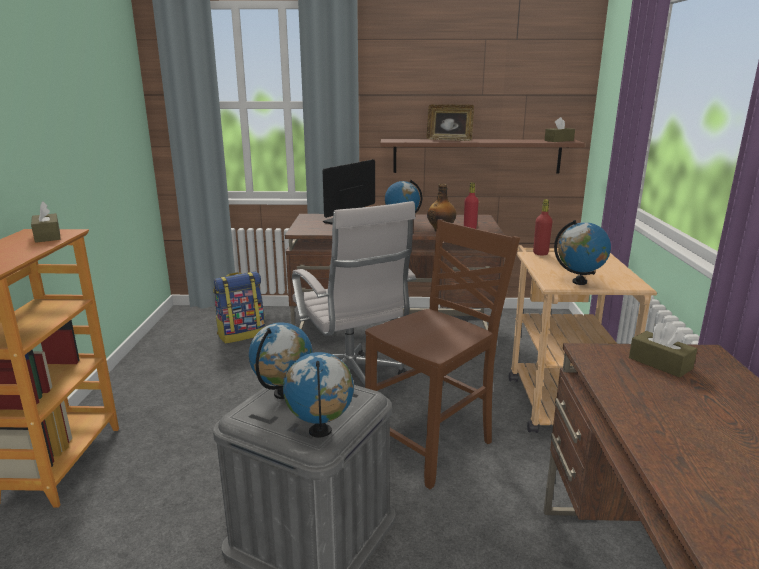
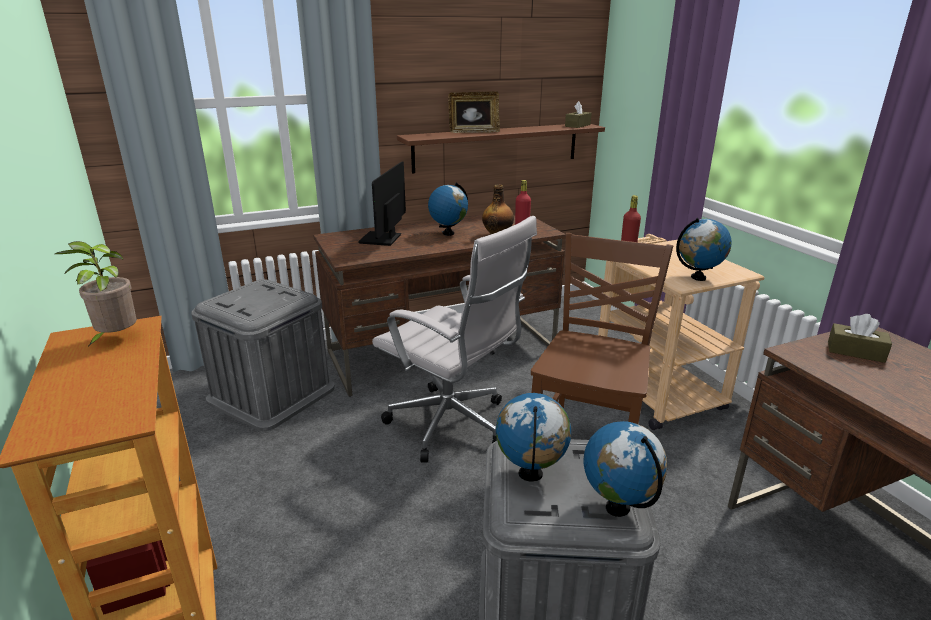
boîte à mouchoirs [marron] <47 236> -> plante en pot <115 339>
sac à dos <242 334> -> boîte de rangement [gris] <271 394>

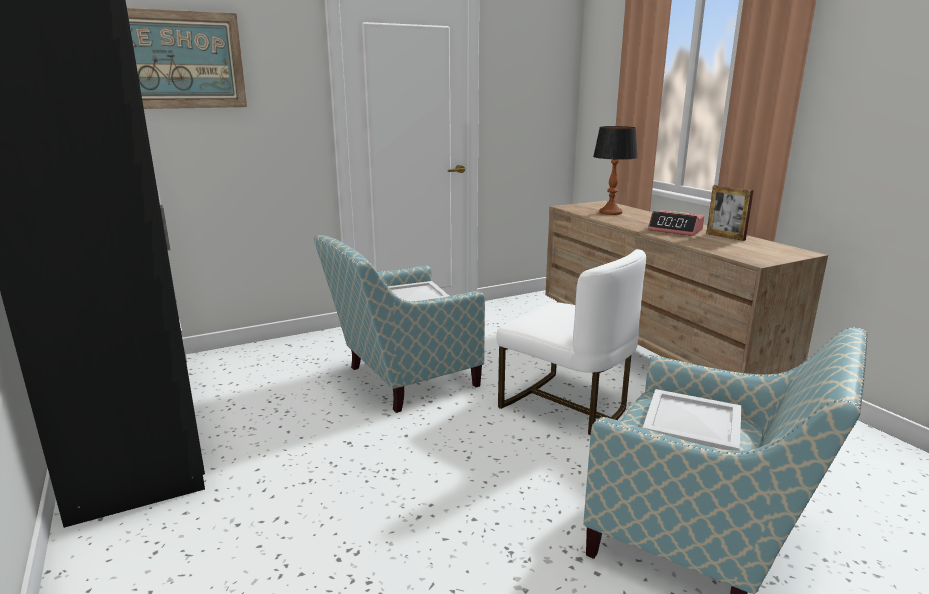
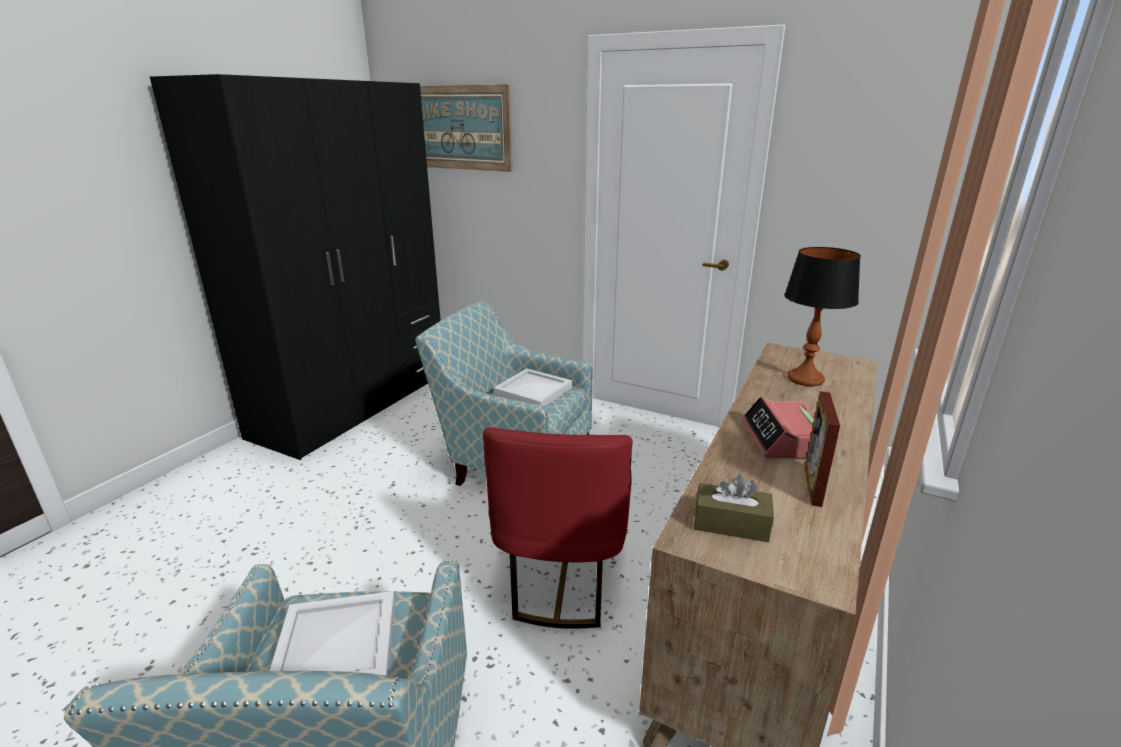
none -> boîte à mouchoirs [marron] <731 524>
chaise [blanc] <566 405> -> chaise [rouge] <562 577>

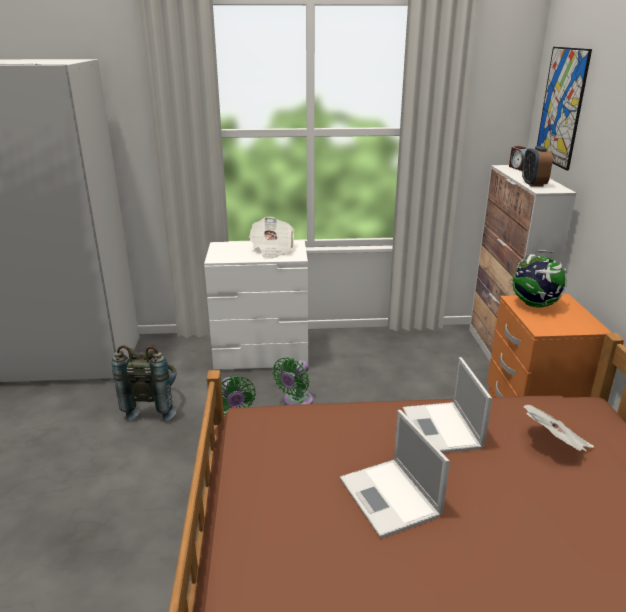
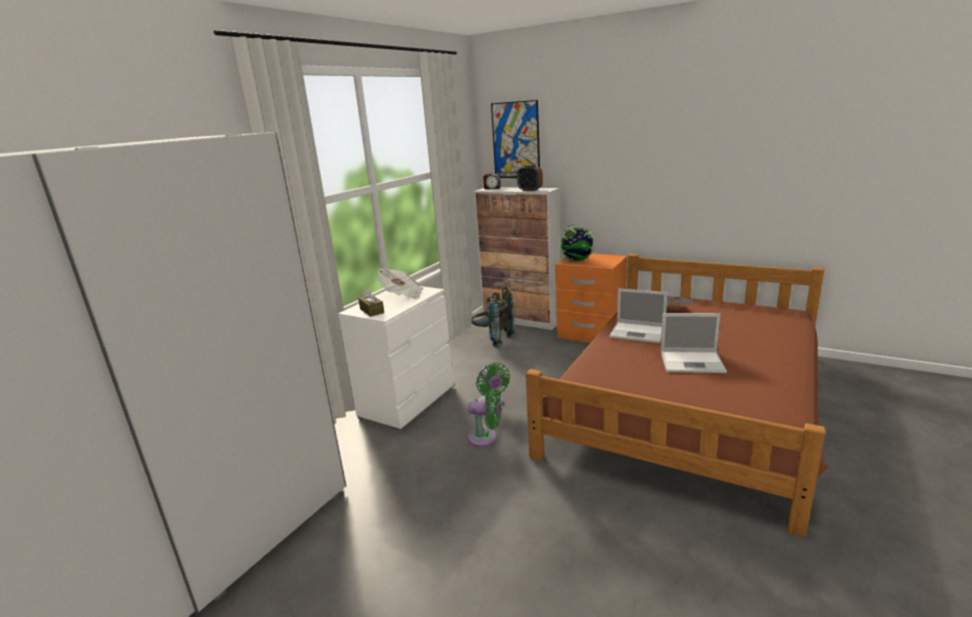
none -> boîte à mouchoirs [marron] <372 311>
sac à dos [gris] <153 406> -> sac à dos [gris] <492 339>, shifted

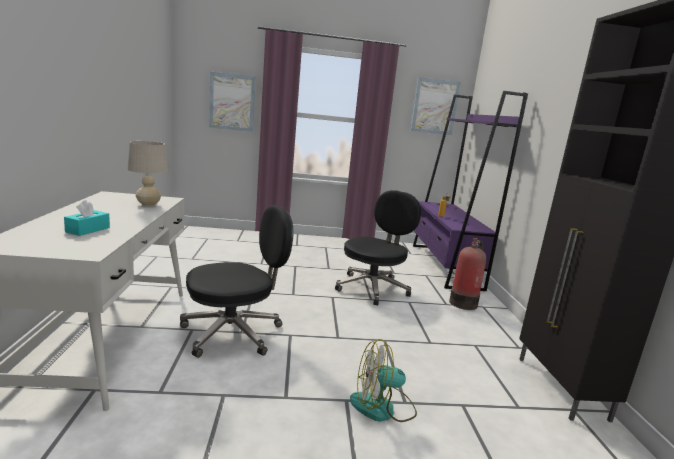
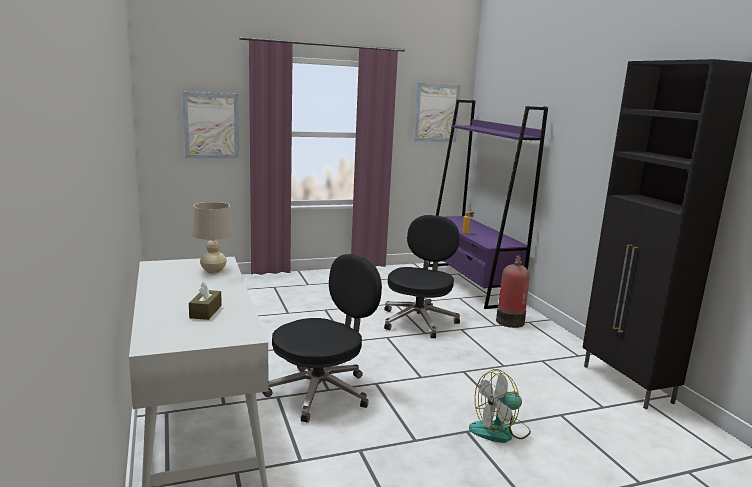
boîte à mouchoirs [turquoise] <88 230> -> boîte à mouchoirs [marron] <205 312>

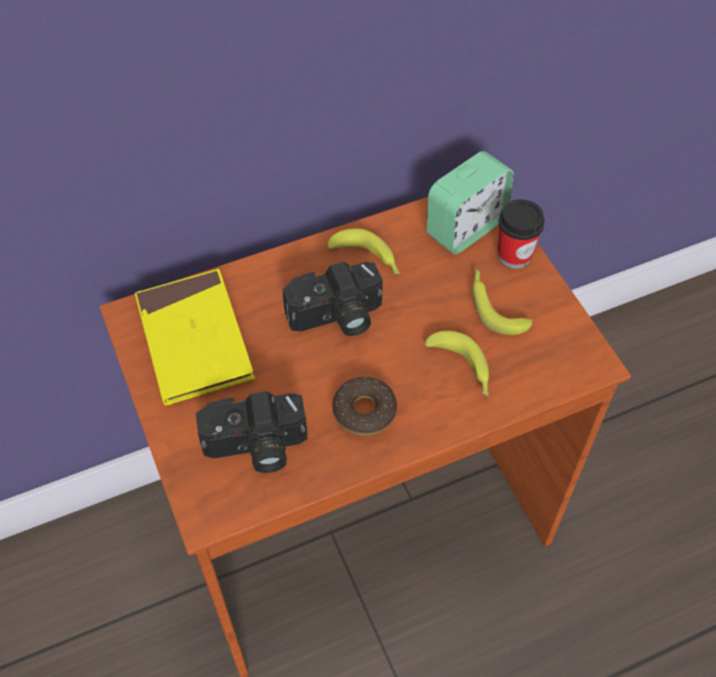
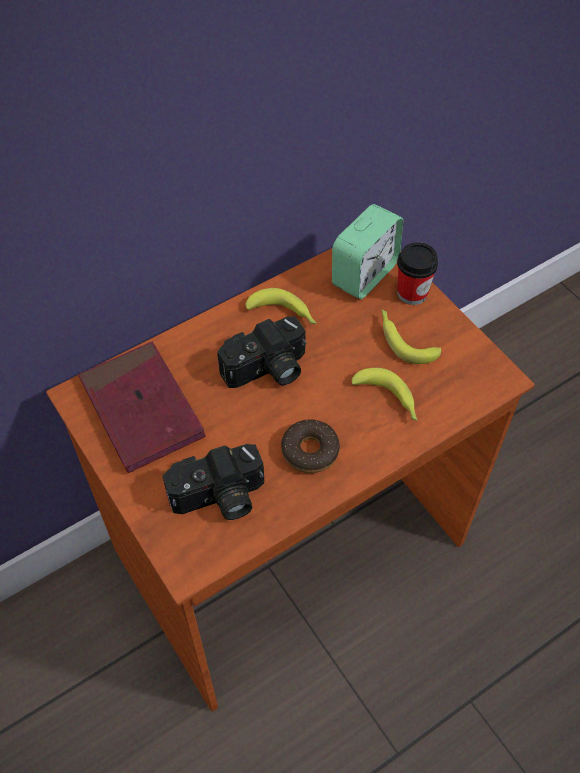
livre [jaune] <194 340> -> livre [rouge] <142 409>

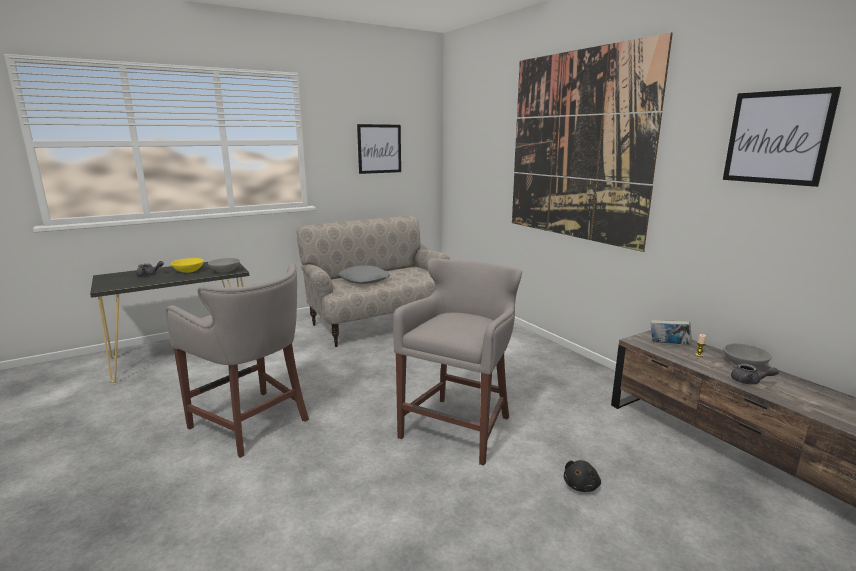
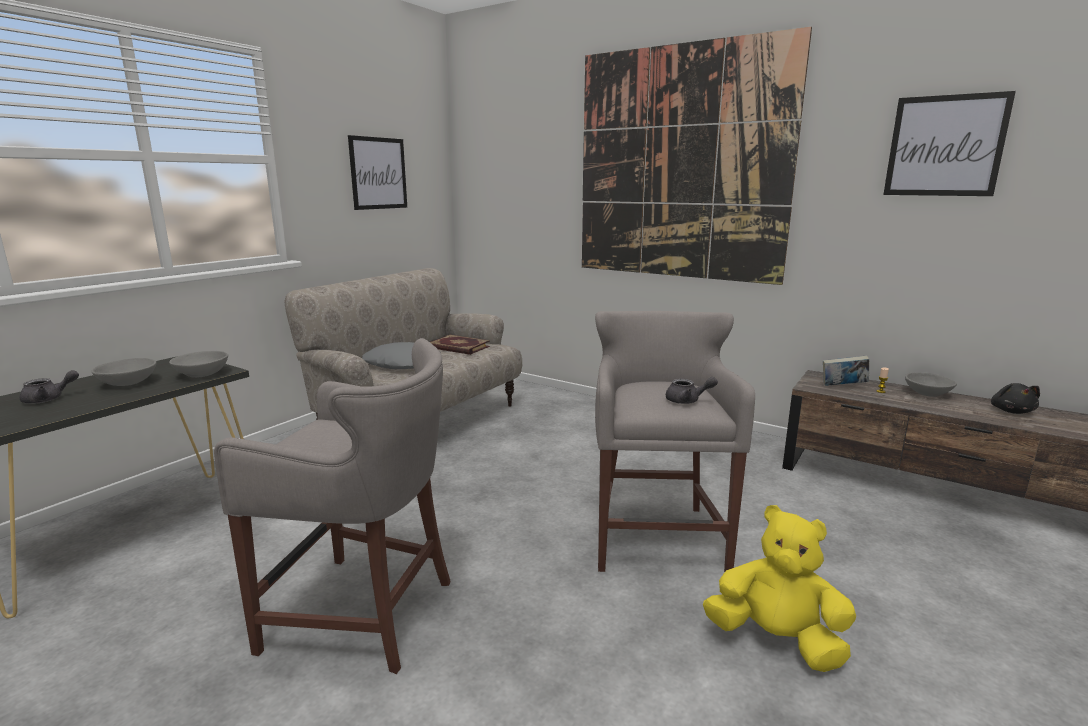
none -> livre <458 347>
none -> peluche [jaune] <776 640>
peluche [noir] <581 485> -> peluche [noir] <1011 411>, shifted
théière [gris] <749 382> -> théière [gris] <687 401>, shifted
bol [jaune] <188 271> -> bol [gris] <128 383>

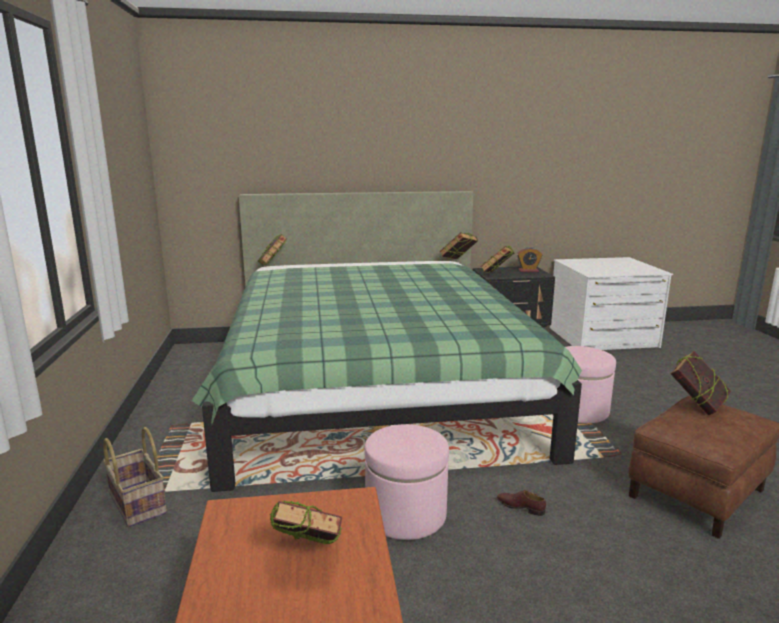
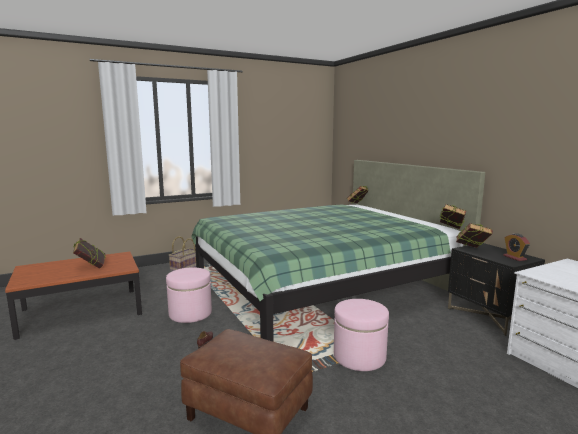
livre <696 406> -> none

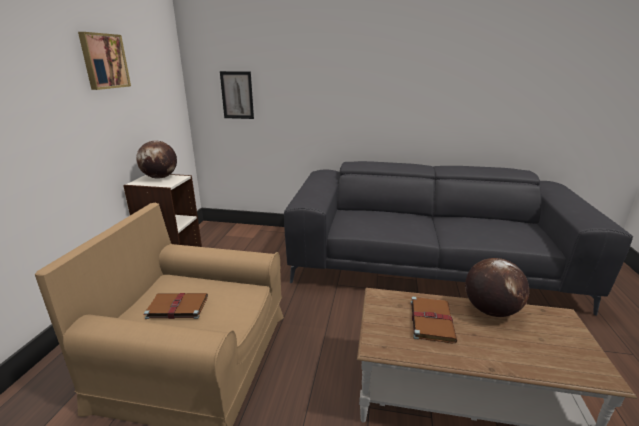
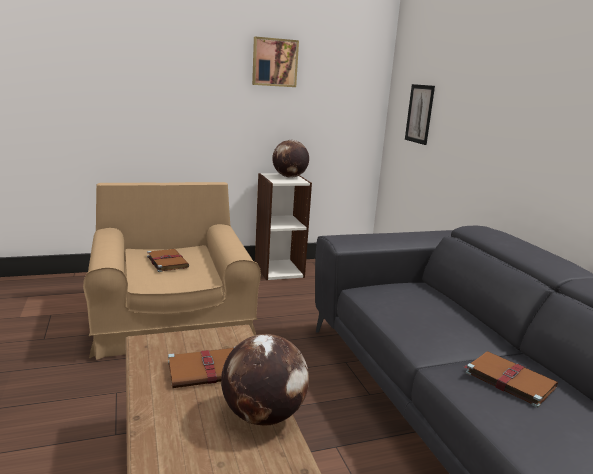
none -> livre [marron] <508 379>

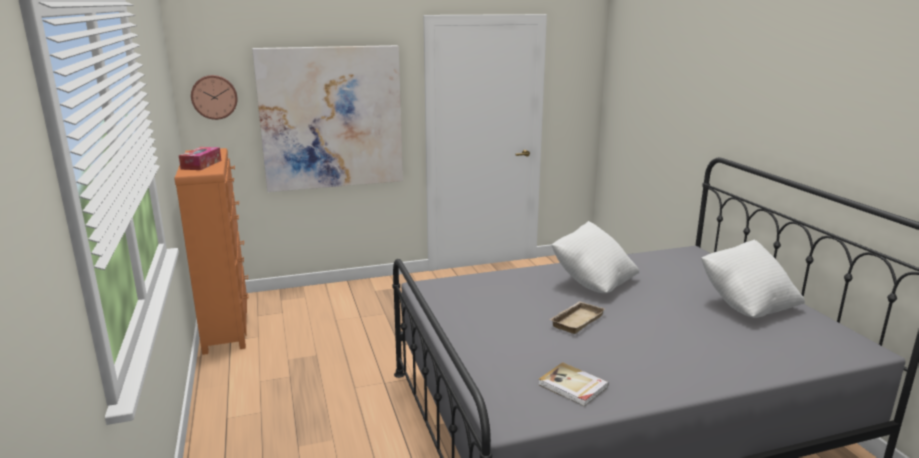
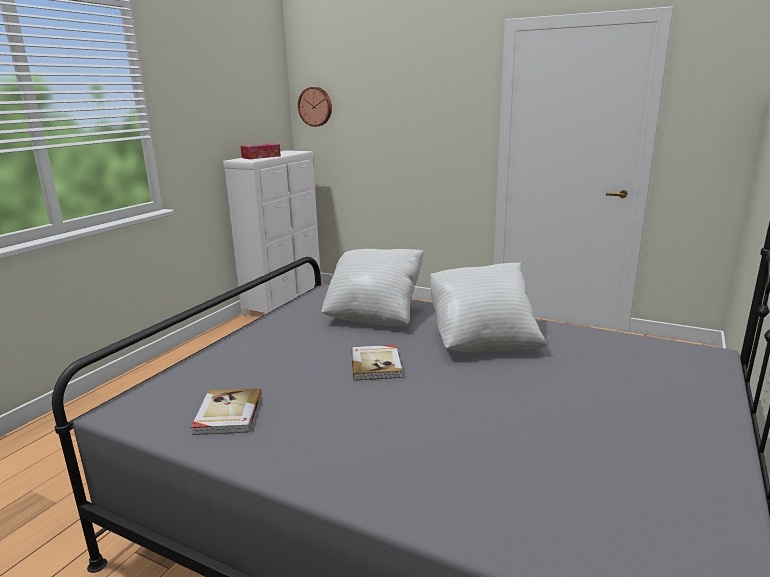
tableau <331 117> -> none
coussin [blanc] <746 305> -> coussin [blanc] <374 314>, shifted
plateau [beige] <576 320> -> livre <376 364>
commode [orange] <227 325> -> commode [blanc] <284 302>

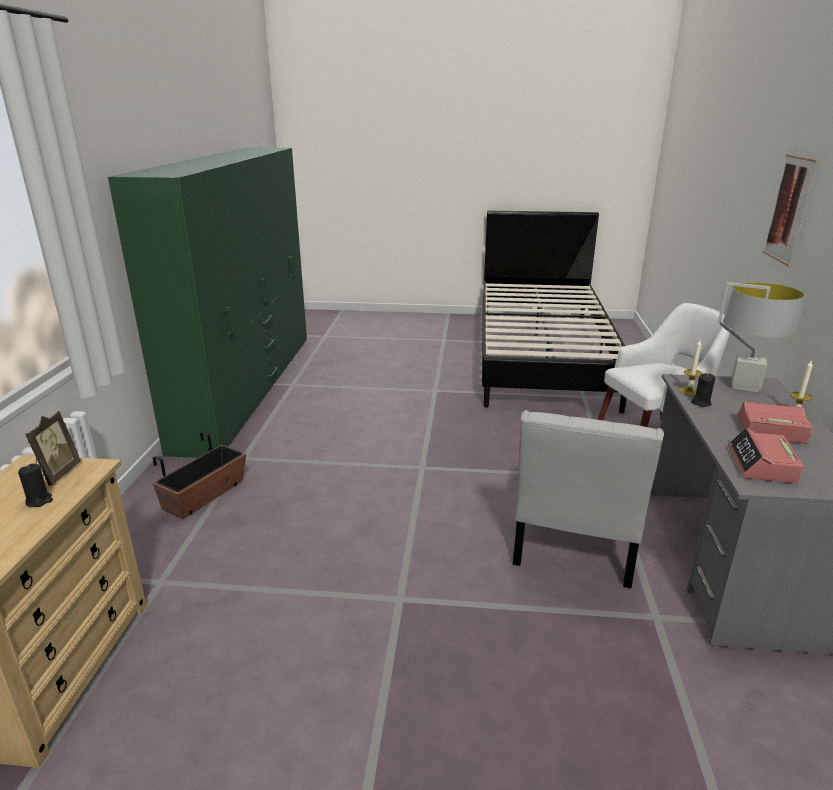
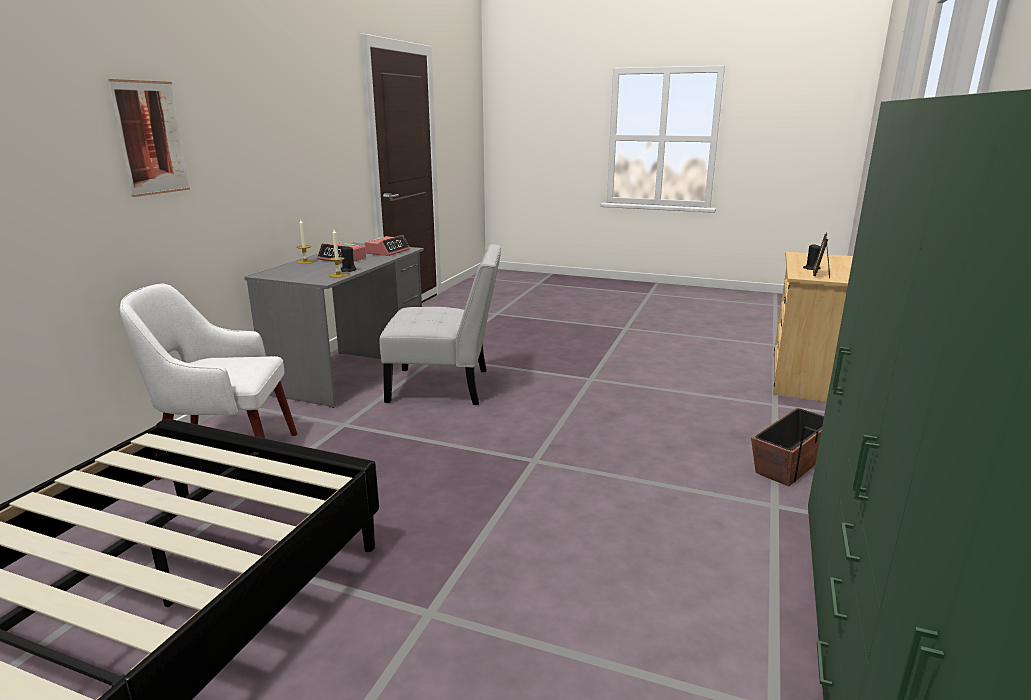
lampe de table [gris] <744 385> -> none
chaise [blanc] <573 546> -> chaise [blanc] <446 386>, 60 degrees clockwise

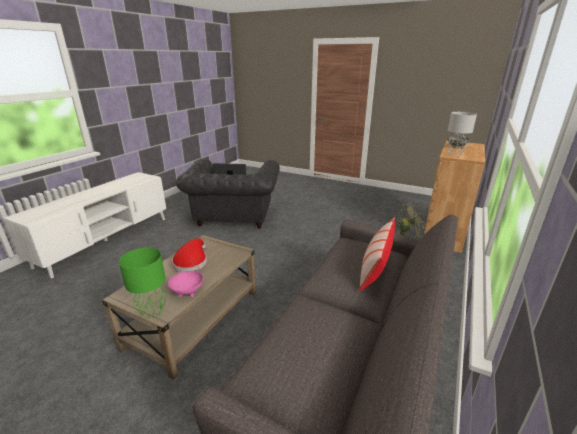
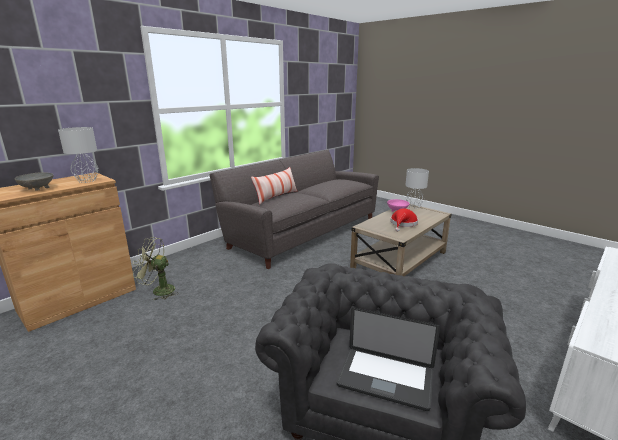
lampe de table [vert] <152 311> -> lampe de table [gris] <414 206>

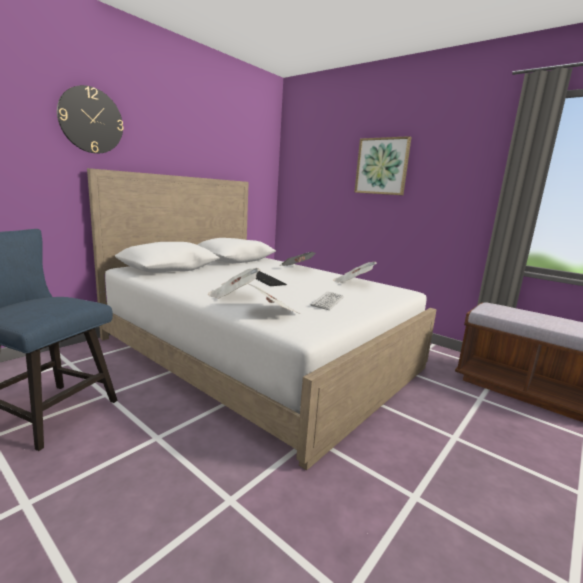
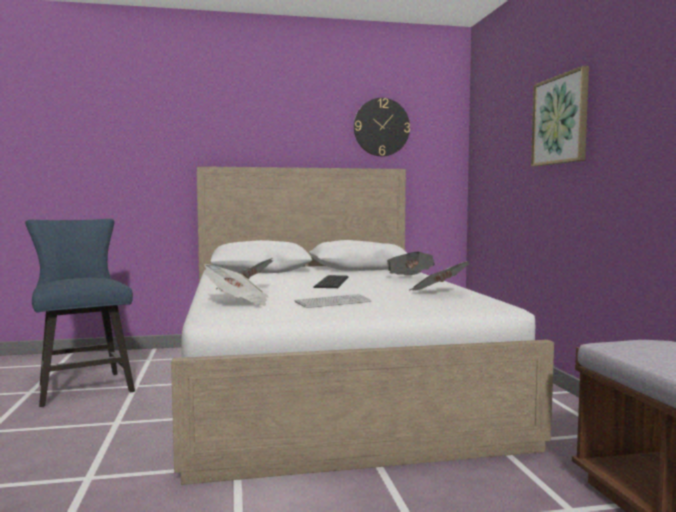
horloge murale <91 120> -> horloge murale <381 127>, shifted

